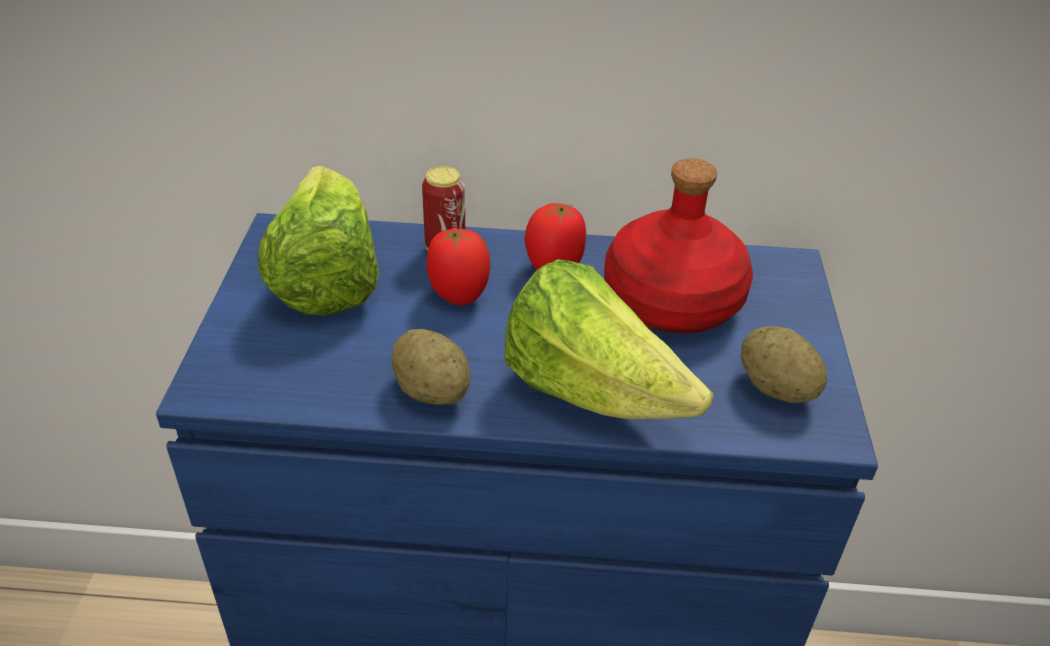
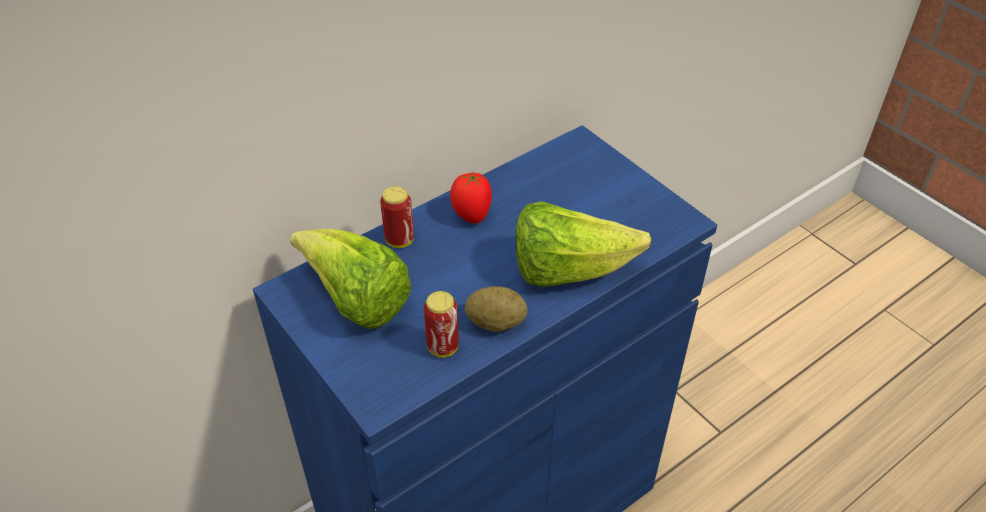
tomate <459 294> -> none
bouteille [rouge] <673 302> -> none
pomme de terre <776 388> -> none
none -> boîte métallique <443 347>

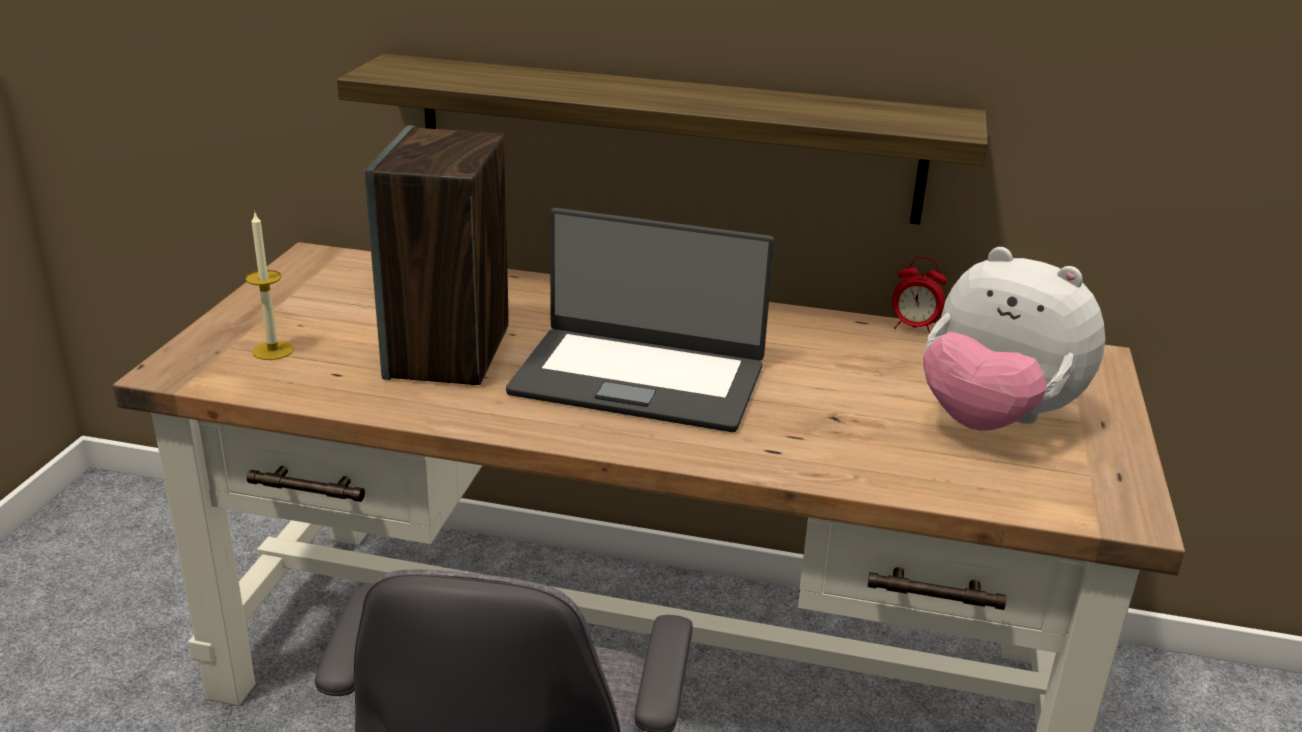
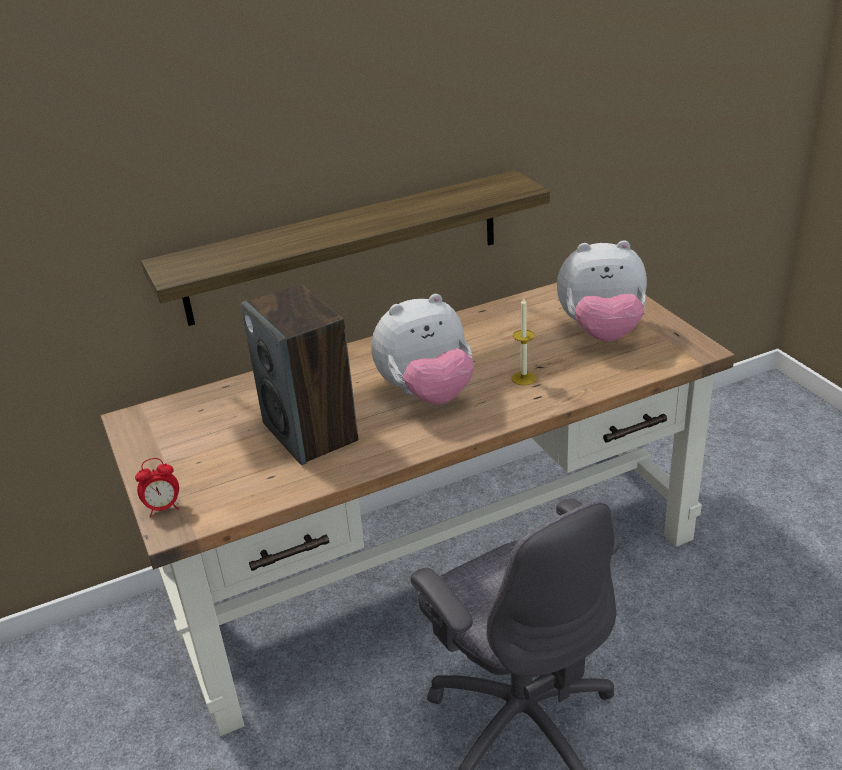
bougie <273 350> -> bougie <523 378>, shifted
réveil <913 328> -> réveil <163 508>, shifted
ordinateur portable <639 378> -> peluche <427 394>

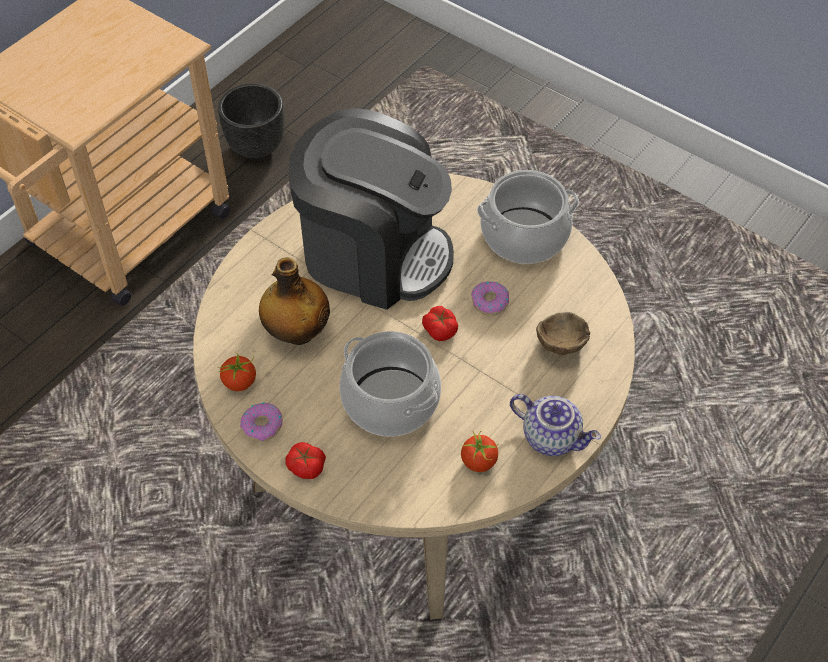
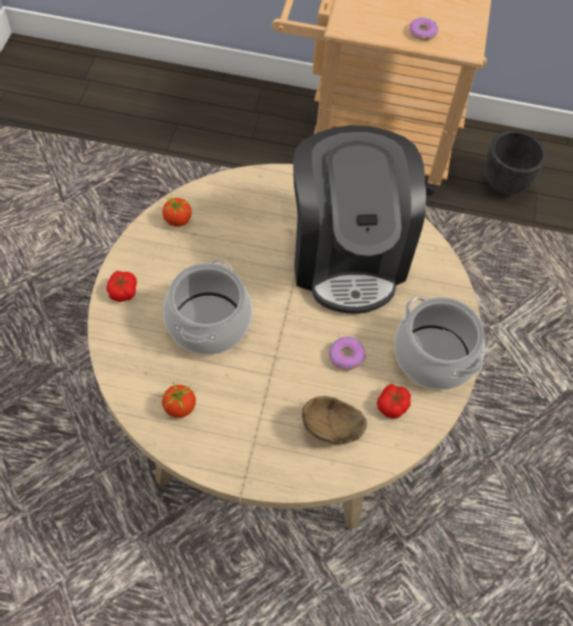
bouteille <297 332> -> none
théière <552 437> -> none
beignet <262 425> -> beignet <422 33>, shifted
tomate <440 329> -> tomate <392 405>, shifted

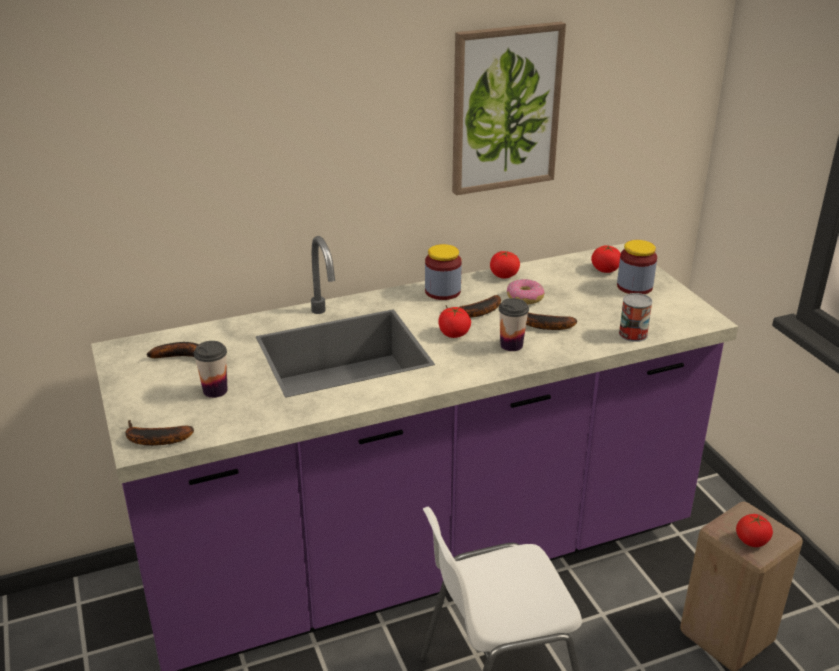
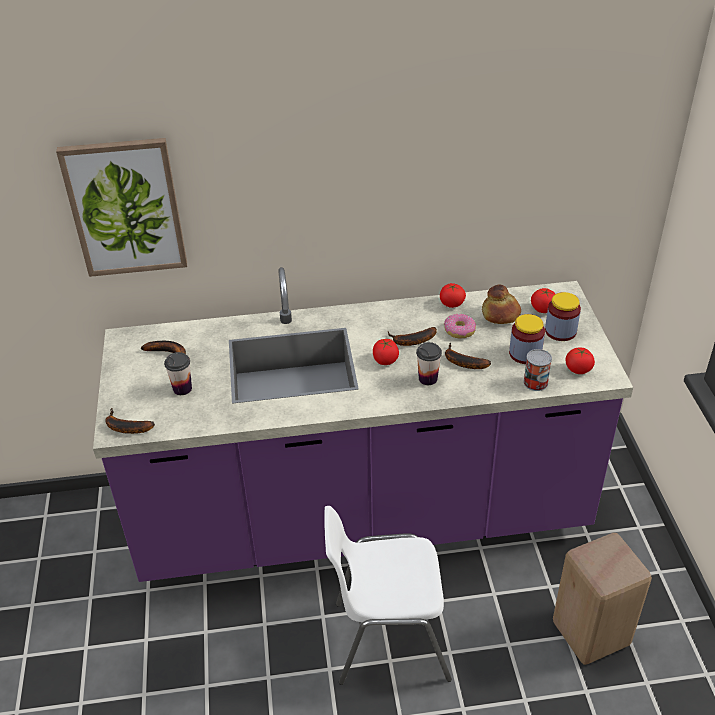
none -> pain <500 314>
bocal <442 291> -> bocal <525 354>, shifted
tableau <505 108> -> tableau <125 207>, shifted
tomate <751 541> -> tomate <578 369>, shifted

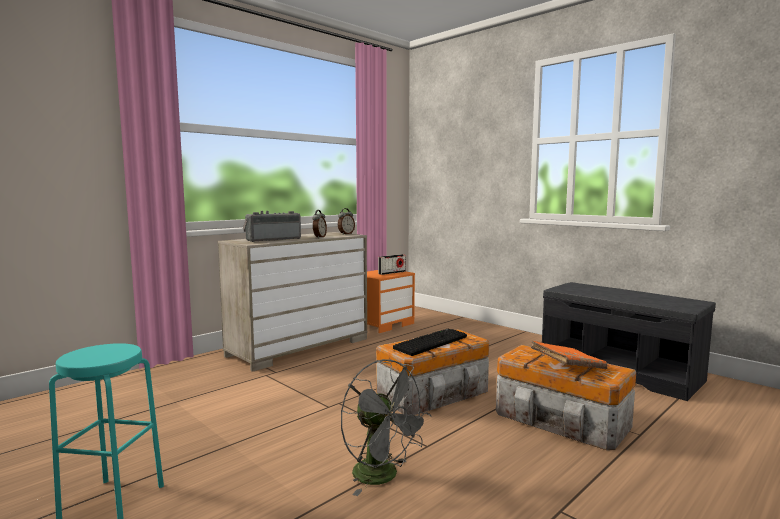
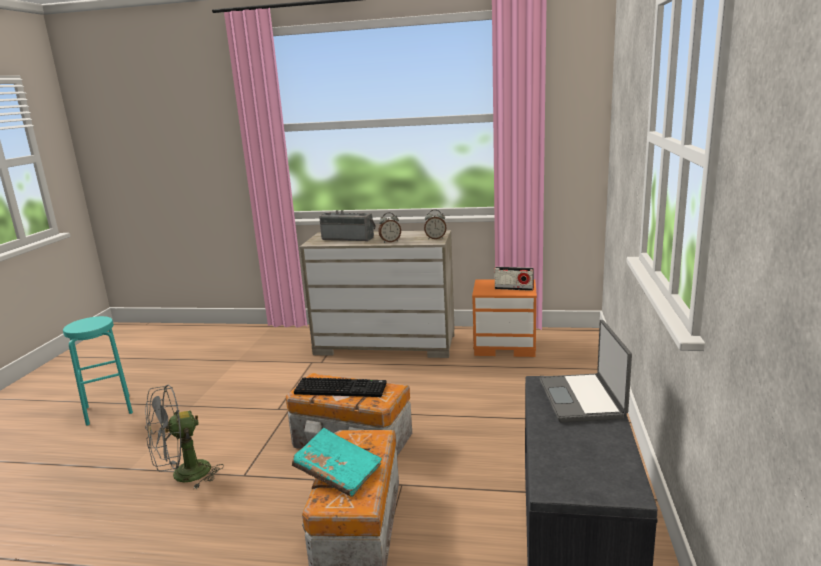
none -> ordinateur portable <582 399>
livre [orange] <568 367> -> livre [turquoise] <338 473>
ventilateur [gris] <383 476> -> ventilateur [gris] <183 476>, 45 degrees clockwise

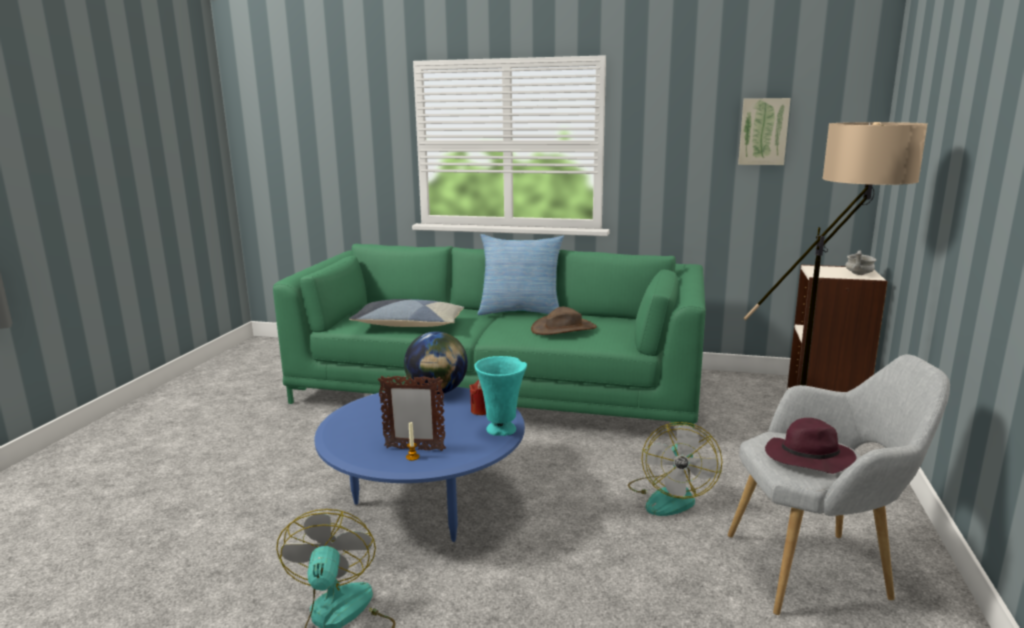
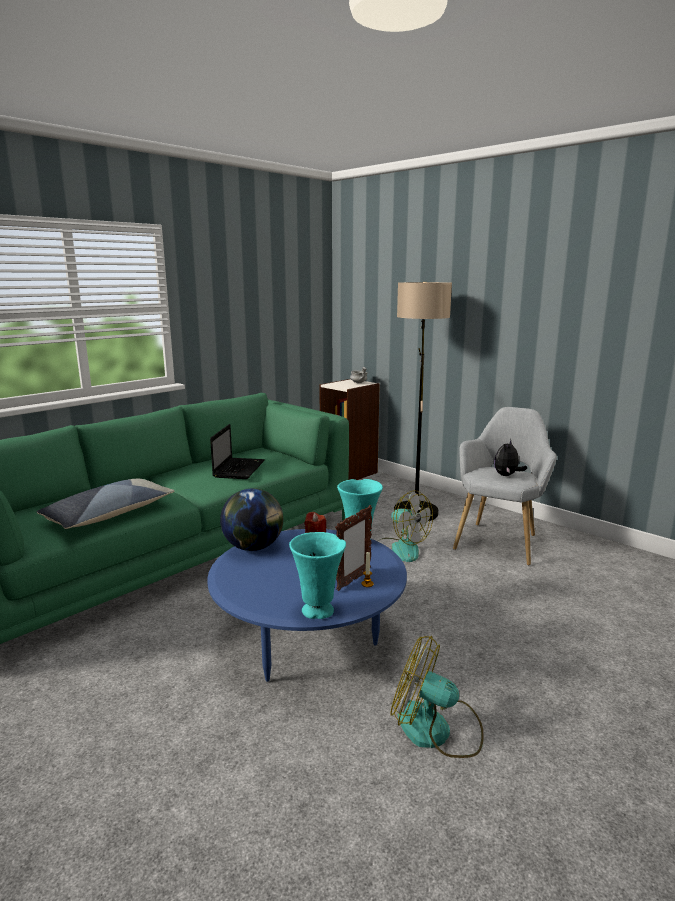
coussin <521 312> -> none
tableau <763 131> -> none
none -> vase [turquoise] <318 612>
chapeau [marron] <563 329> -> ordinateur portable <239 469>
chapeau [violet] <807 459> -> peluche <507 475>

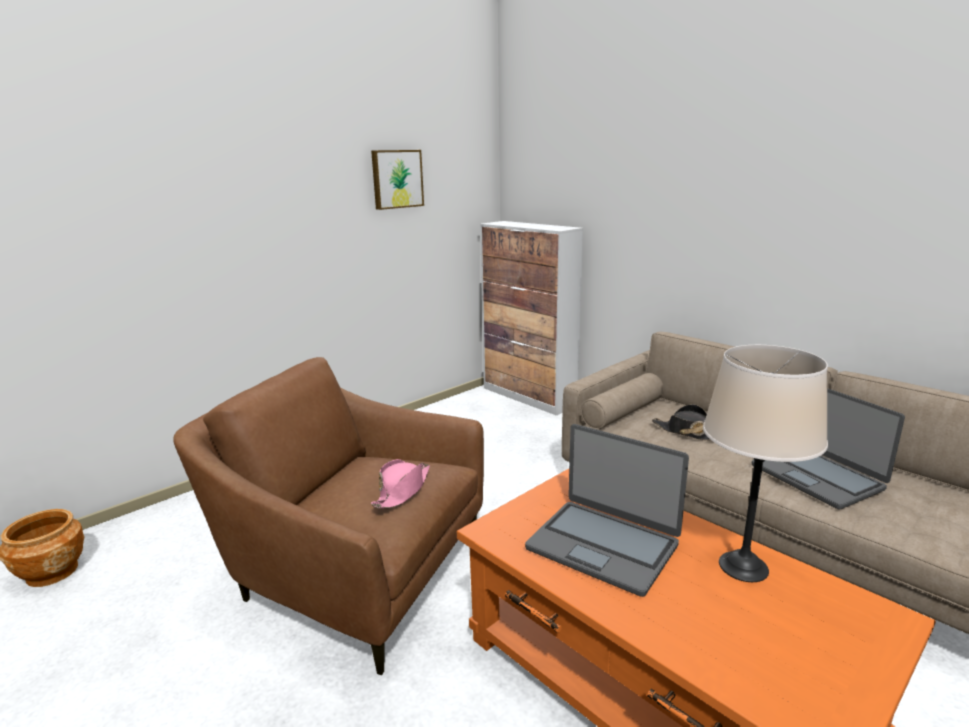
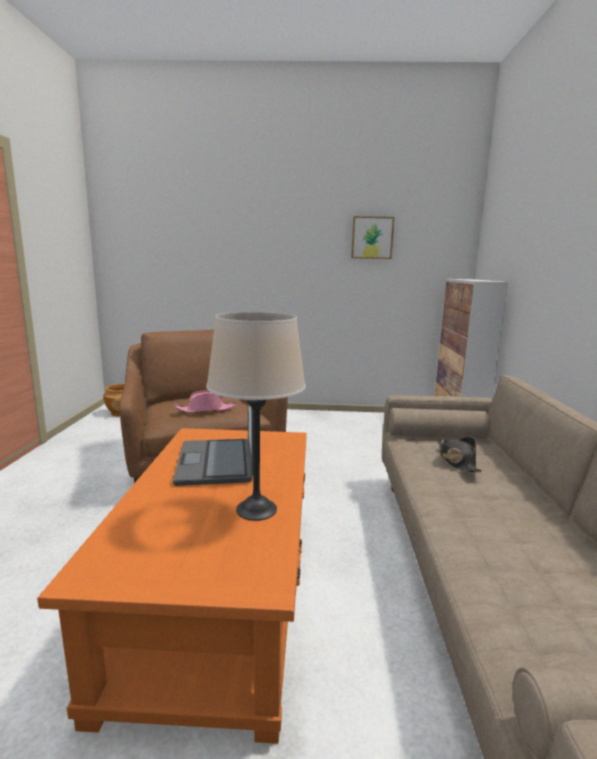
ordinateur portable <817 476> -> none

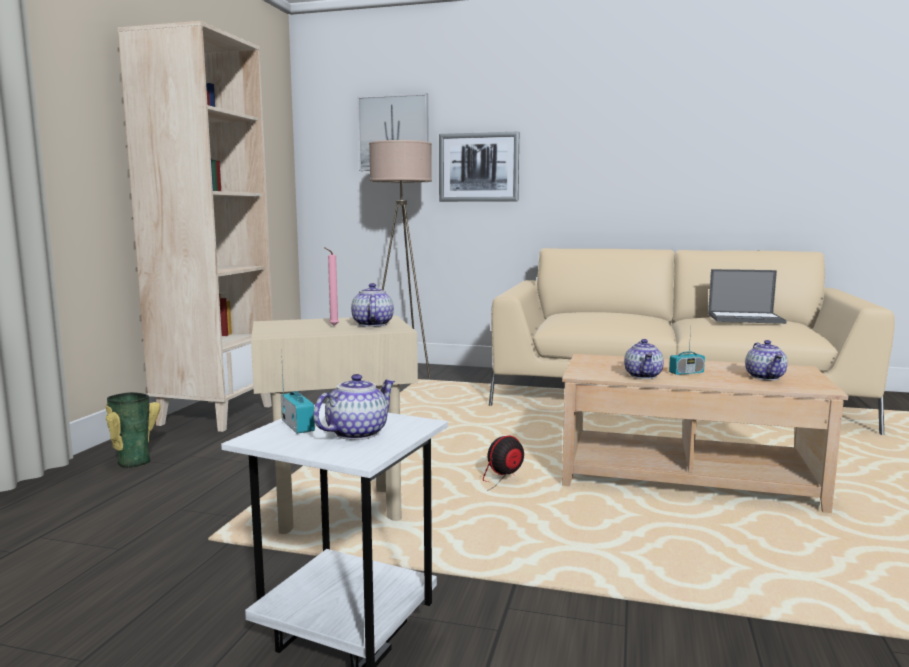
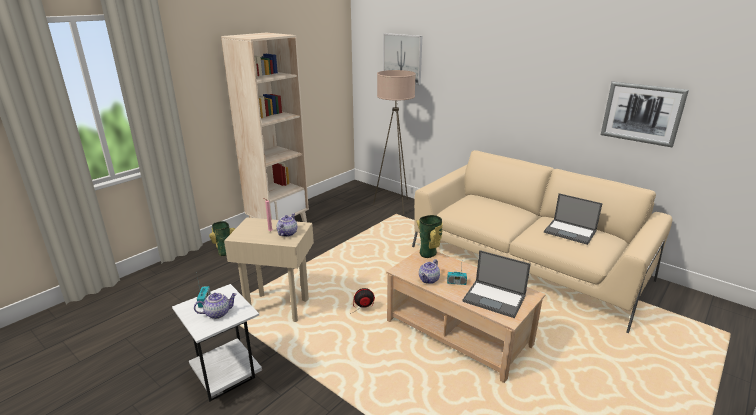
none -> vase <429 253>
tableau <478 167> -> tableau <642 113>, shifted
théière <766 377> -> ordinateur portable <495 298>

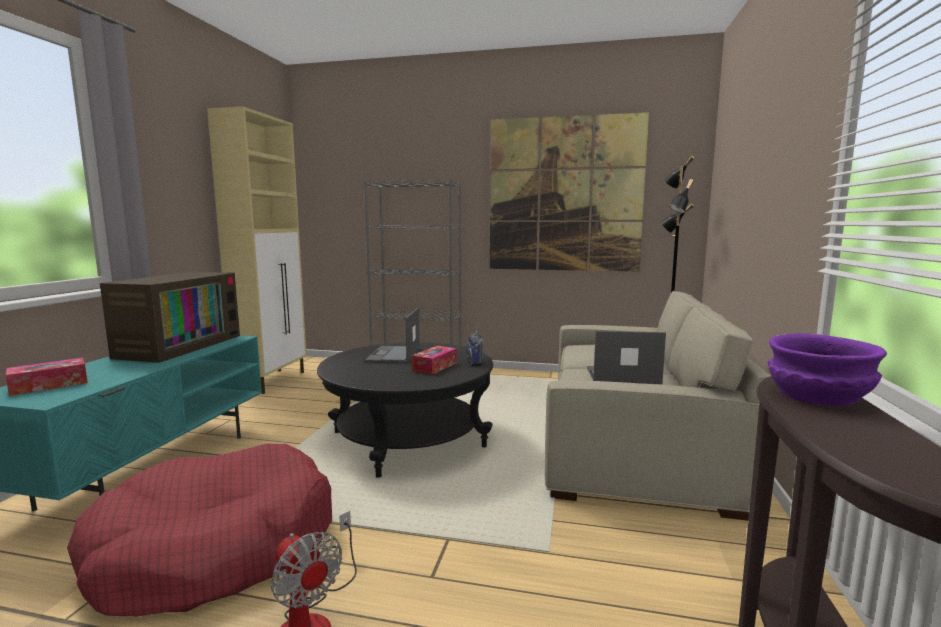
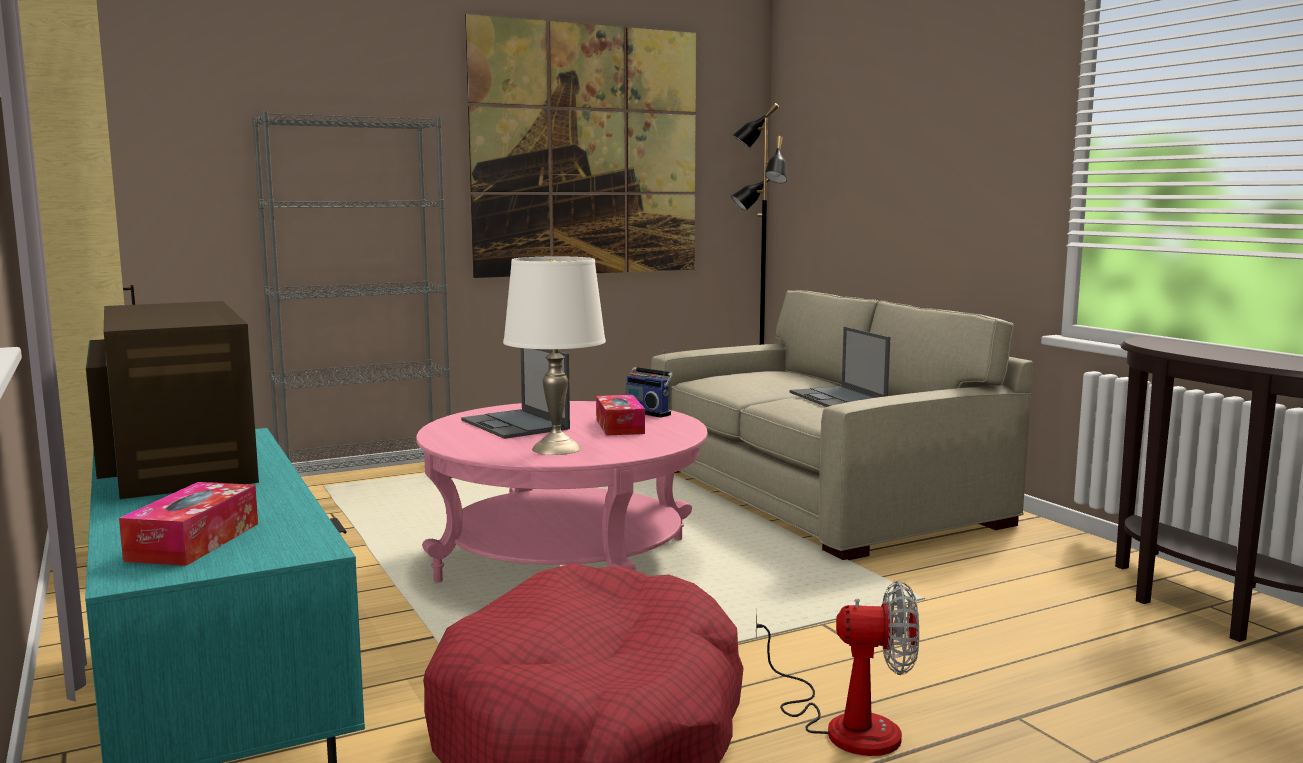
bol [violet] <819 396> -> none
none -> lampe de table [blanc] <555 448>
table basse [noir] <408 440> -> table basse [rose] <566 560>
ordinateur portable <621 375> -> ordinateur portable <838 398>, 75 degrees counterclockwise

